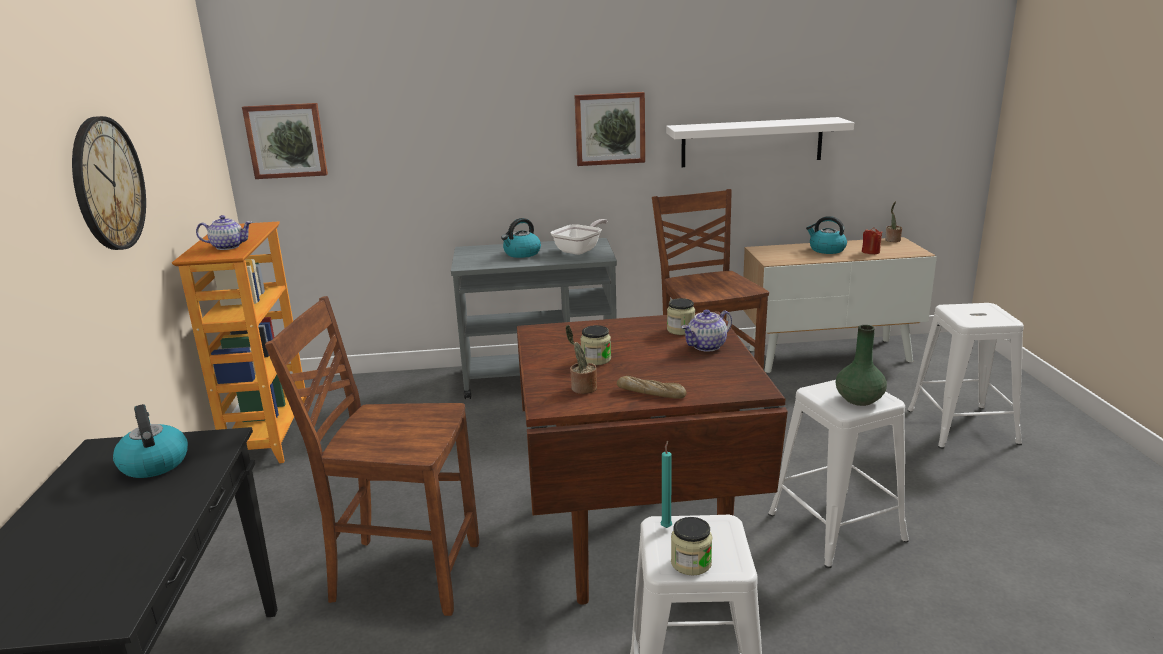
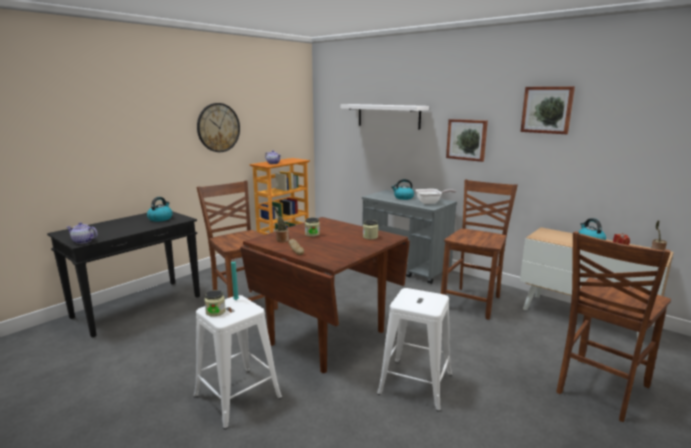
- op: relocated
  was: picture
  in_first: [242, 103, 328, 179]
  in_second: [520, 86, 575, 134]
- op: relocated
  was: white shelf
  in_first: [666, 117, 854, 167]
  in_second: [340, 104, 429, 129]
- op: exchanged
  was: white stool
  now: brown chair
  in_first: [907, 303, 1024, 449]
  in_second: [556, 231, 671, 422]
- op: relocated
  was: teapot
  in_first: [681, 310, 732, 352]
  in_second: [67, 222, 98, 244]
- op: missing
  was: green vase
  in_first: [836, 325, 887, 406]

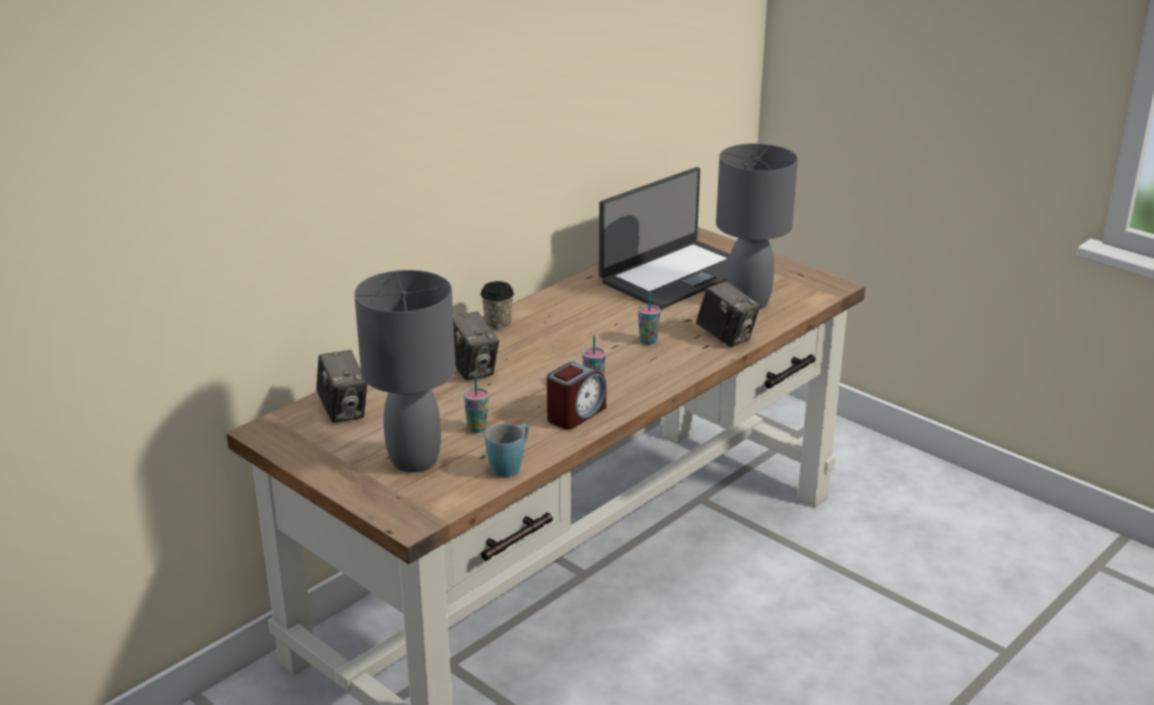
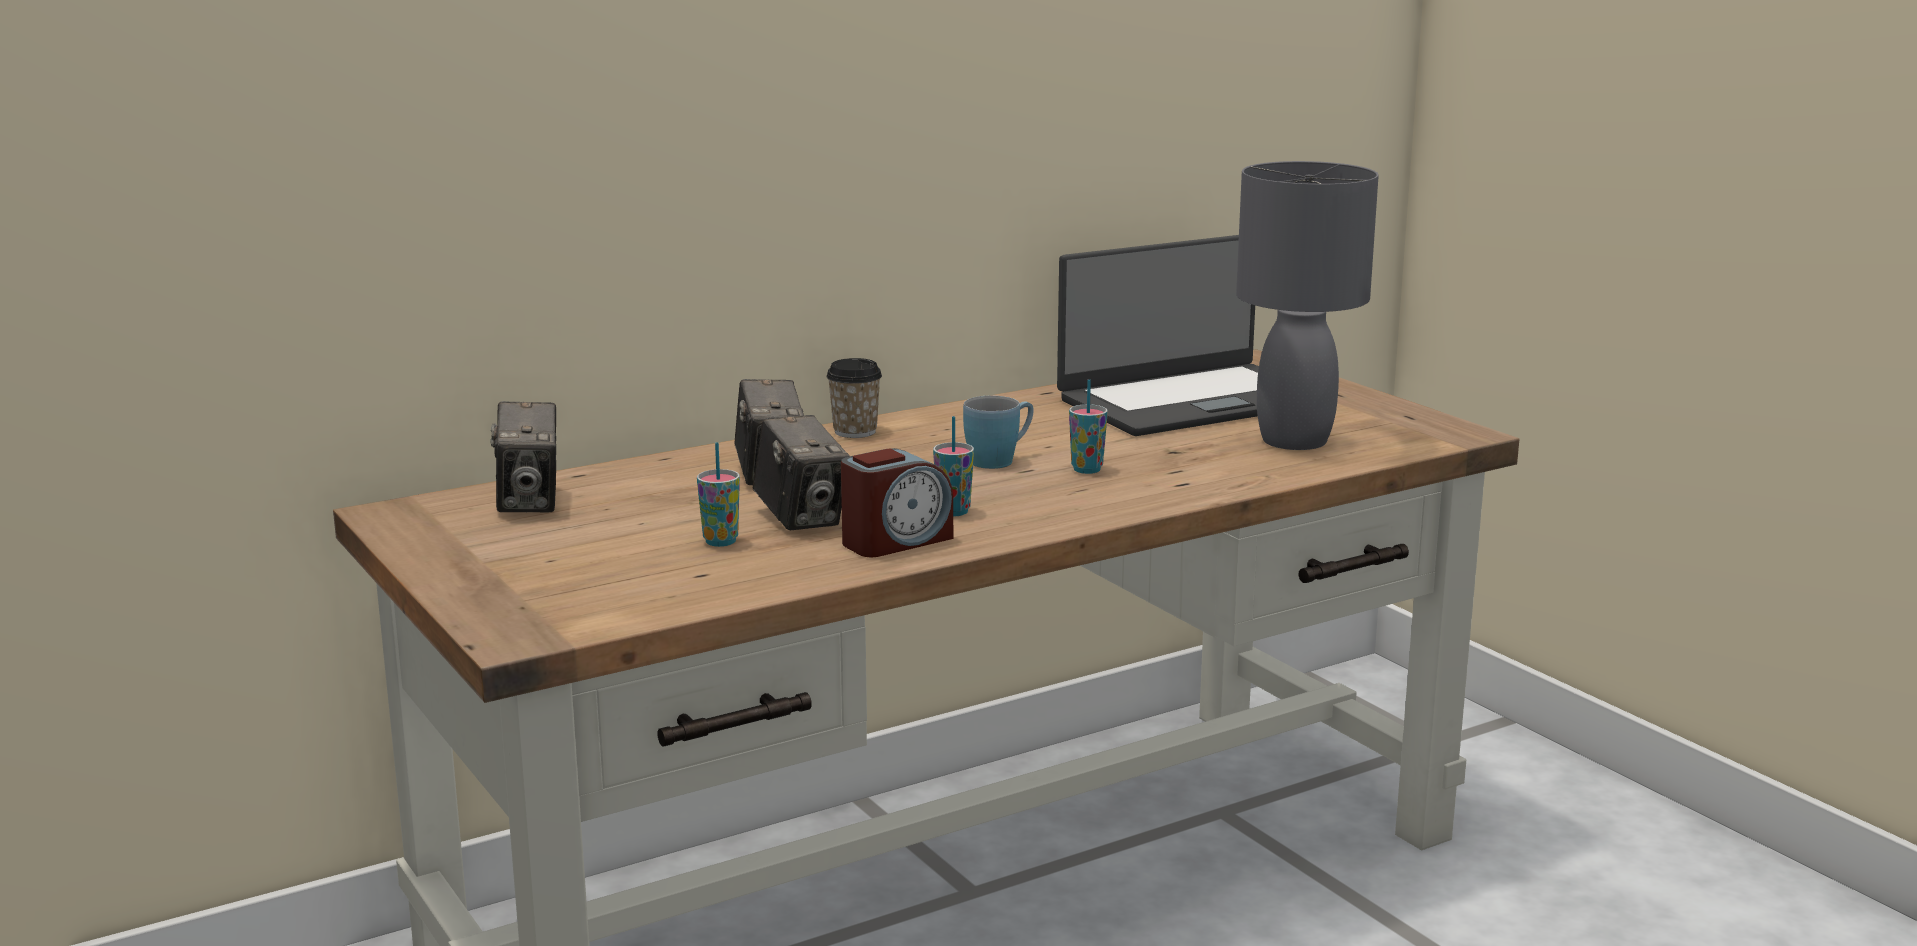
- op: missing
  was: grey table lamp
  in_first: [354, 270, 456, 473]
- op: relocated
  was: photo camera
  in_first: [696, 281, 760, 347]
  in_second: [752, 415, 850, 530]
- op: relocated
  was: blue mug
  in_first: [485, 424, 529, 477]
  in_second: [963, 396, 1034, 469]

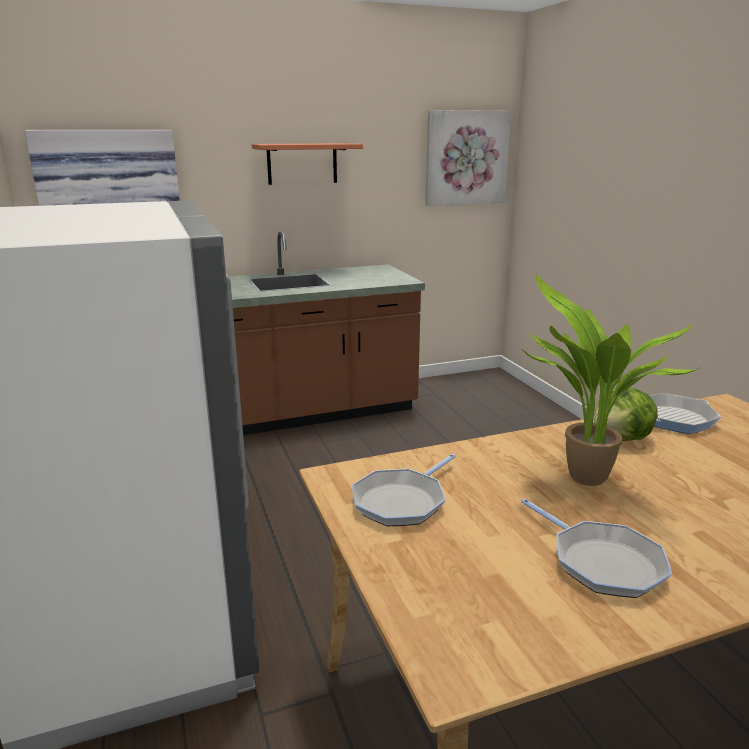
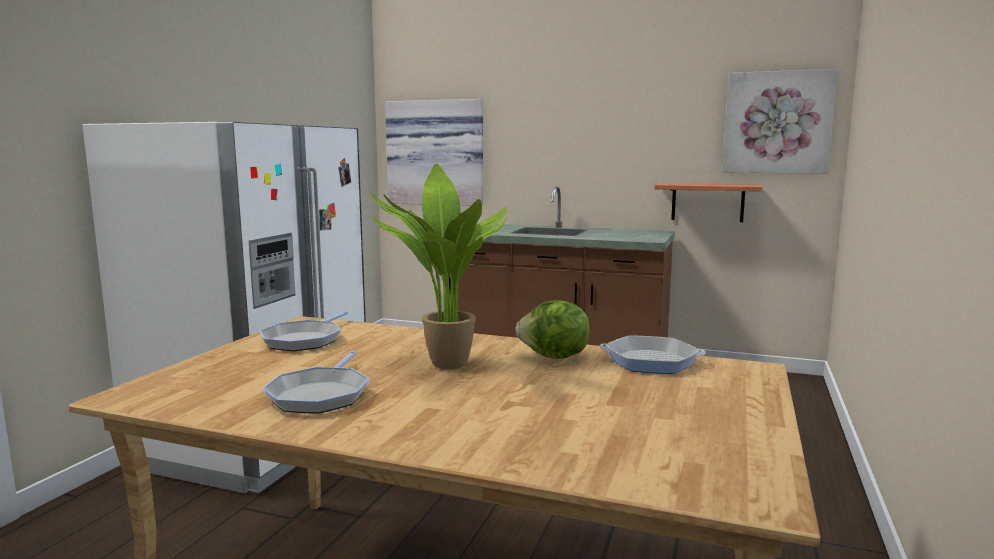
- op: relocated
  was: shelf
  in_first: [252, 143, 363, 185]
  in_second: [654, 183, 762, 222]
- op: spun
  was: frying pan
  in_first: [352, 454, 456, 526]
  in_second: [260, 311, 348, 351]
  clockwise: -60

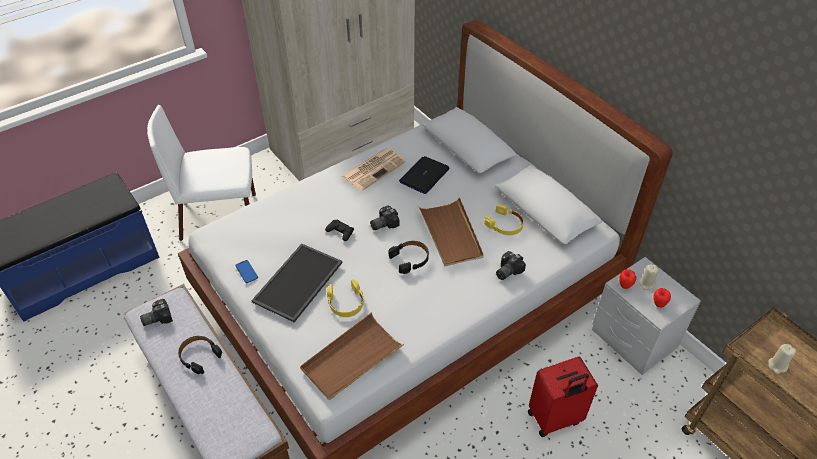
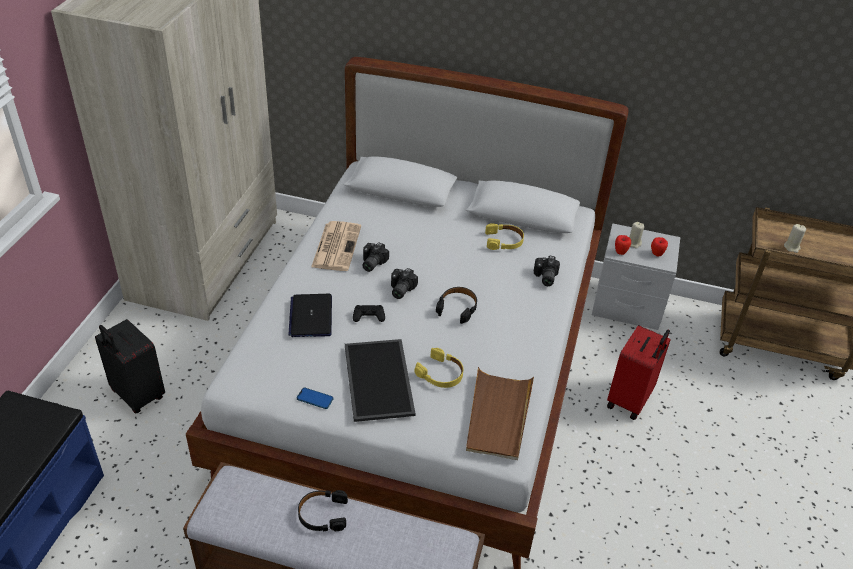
- op: exchanged
  was: white chair
  now: black suitcase
  in_first: [147, 105, 256, 241]
  in_second: [95, 319, 165, 413]
- op: relocated
  was: laptop
  in_first: [399, 156, 450, 194]
  in_second: [289, 294, 332, 337]
- op: missing
  was: brown tray
  in_first: [418, 197, 484, 266]
- op: relocated
  was: photo camera
  in_first: [140, 299, 173, 326]
  in_second: [362, 242, 389, 272]

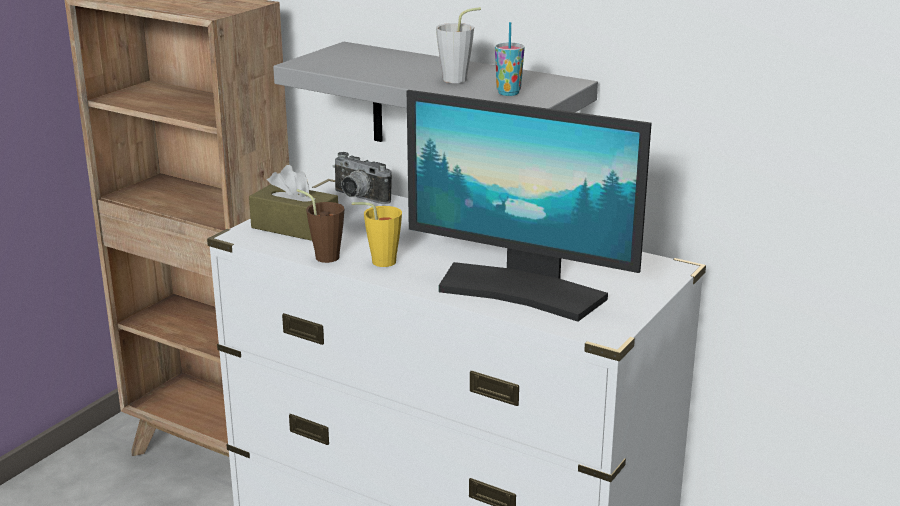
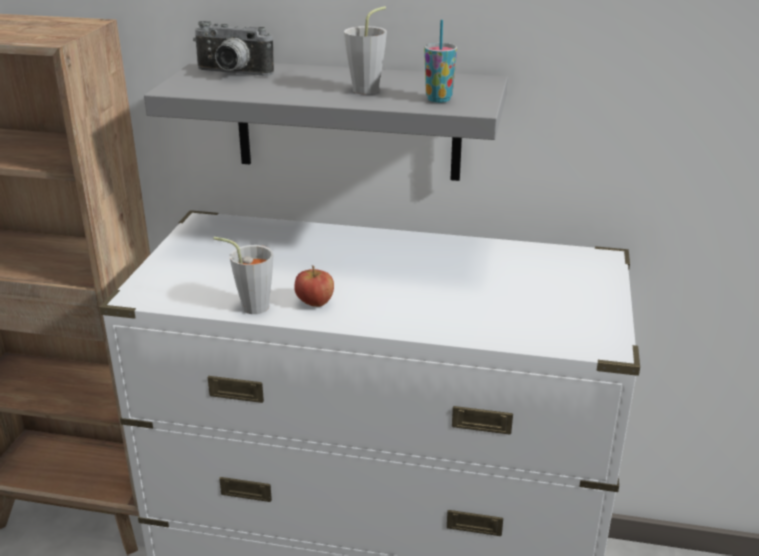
- op: missing
  was: monitor
  in_first: [407, 90, 652, 322]
- op: relocated
  was: photo camera
  in_first: [333, 152, 392, 204]
  in_second: [193, 21, 274, 76]
- op: missing
  was: brown tissue box
  in_first: [249, 165, 338, 241]
- op: colour
  was: brown cup
  now: grey cup
  in_first: [297, 189, 344, 263]
  in_second: [213, 237, 273, 314]
- op: exchanged
  was: yellow cup
  now: apple
  in_first: [352, 202, 402, 267]
  in_second: [294, 265, 334, 307]

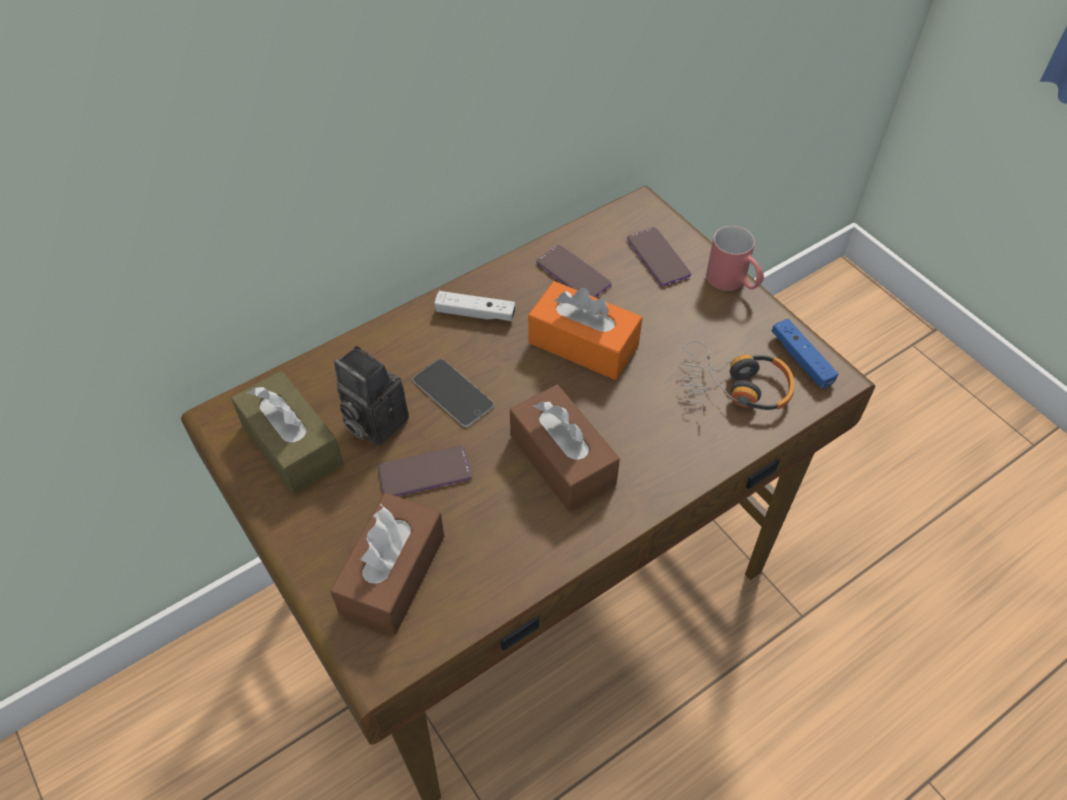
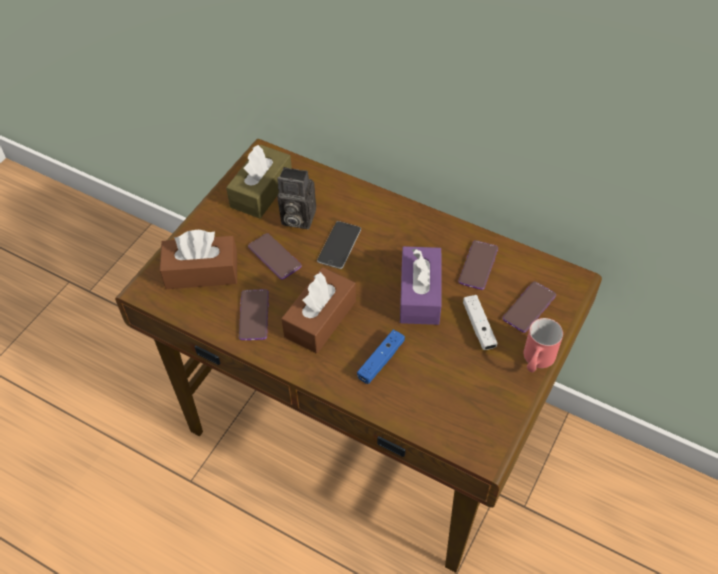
- op: colour
  was: orange tissue box
  now: purple tissue box
  in_first: [528, 281, 643, 380]
  in_second: [400, 246, 441, 325]
- op: relocated
  was: white game controller
  in_first: [434, 291, 515, 321]
  in_second: [463, 295, 497, 350]
- op: relocated
  was: blue game controller
  in_first: [772, 319, 838, 389]
  in_second: [357, 330, 405, 384]
- op: missing
  was: headphones
  in_first: [681, 341, 794, 416]
- op: spun
  was: photo camera
  in_first: [334, 346, 409, 446]
  in_second: [277, 167, 316, 229]
  clockwise: -90
- op: appeared
  now: phone
  in_second: [239, 289, 269, 340]

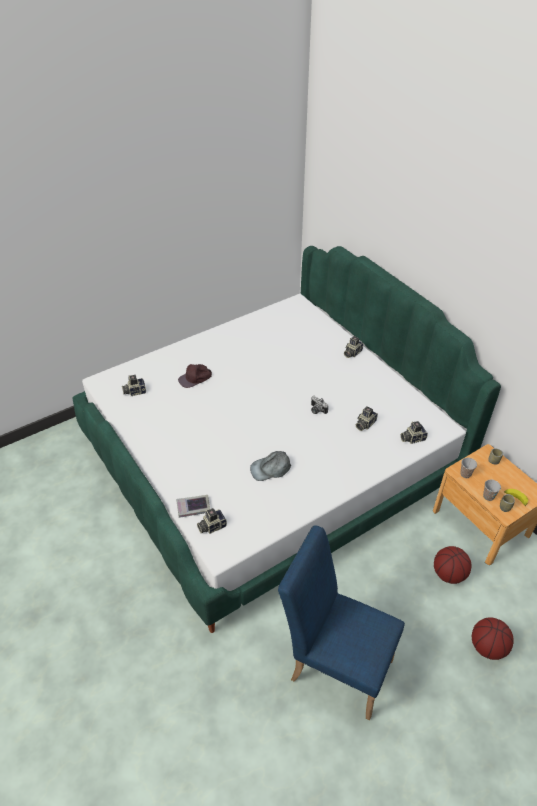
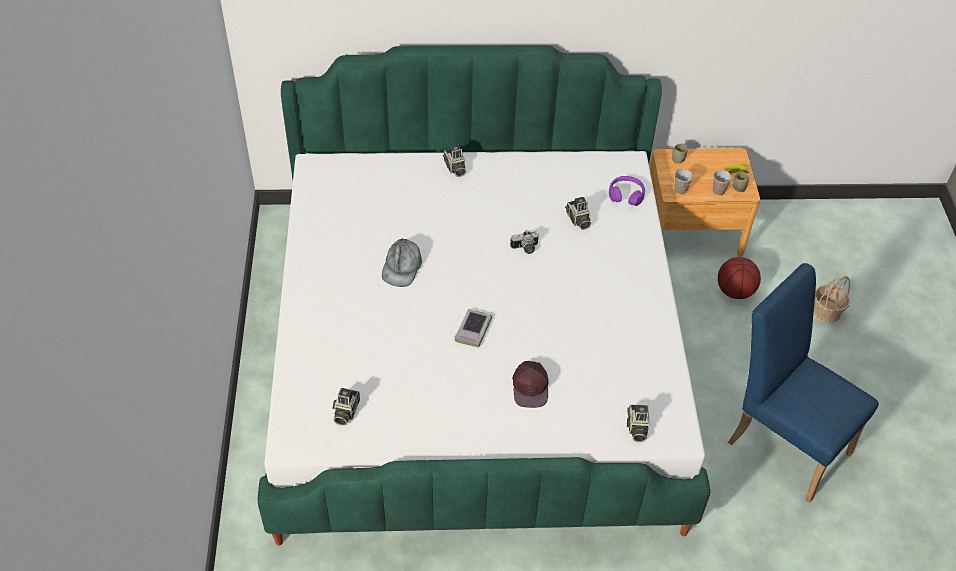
- op: relocated
  was: brown cap
  in_first: [178, 364, 212, 388]
  in_second: [512, 361, 549, 408]
- op: exchanged
  was: photo camera
  now: purple headphones
  in_first: [400, 421, 428, 444]
  in_second: [609, 176, 645, 206]
- op: relocated
  was: grey cap
  in_first: [250, 451, 291, 481]
  in_second: [382, 238, 422, 287]
- op: relocated
  was: book
  in_first: [176, 495, 210, 518]
  in_second: [455, 309, 492, 347]
- op: spun
  was: blue chair
  in_first: [278, 525, 405, 721]
  in_second: [728, 263, 879, 503]
  clockwise: 75
- op: exchanged
  was: basketball
  now: basket
  in_first: [472, 617, 514, 660]
  in_second: [813, 276, 850, 323]

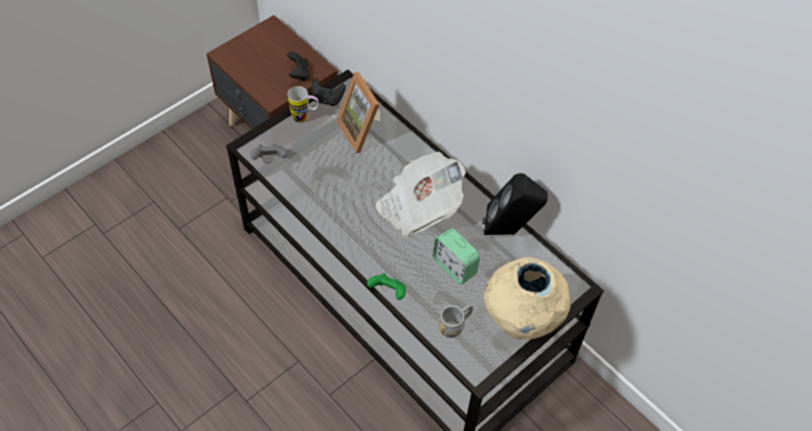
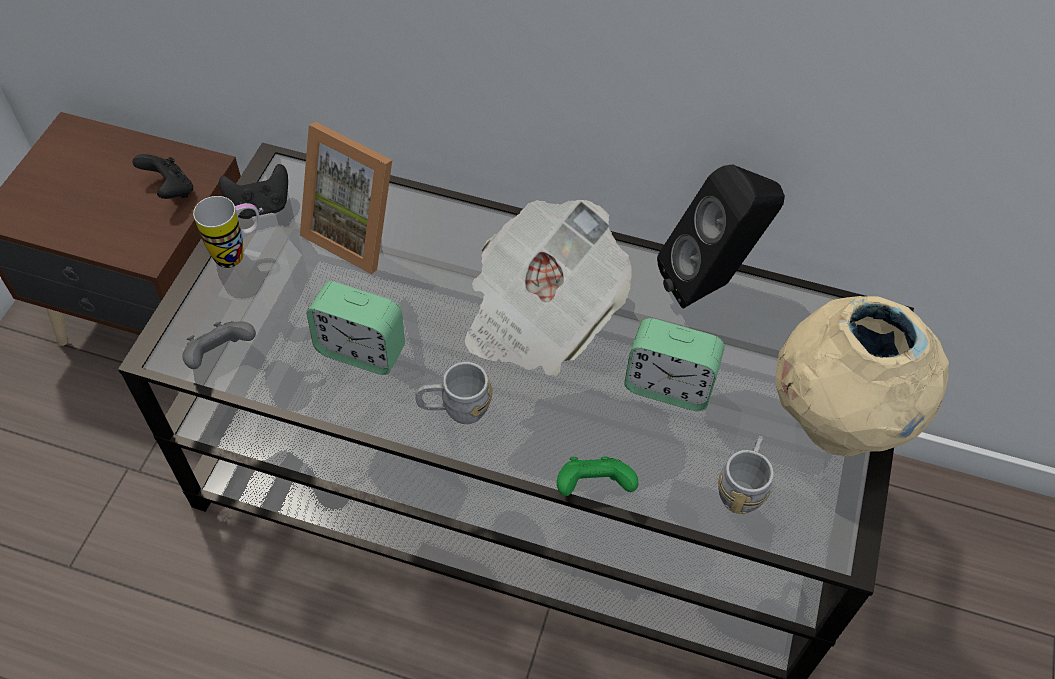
- op: appeared
  now: alarm clock
  in_second: [307, 281, 405, 375]
- op: appeared
  now: grey mug
  in_second: [415, 362, 493, 424]

